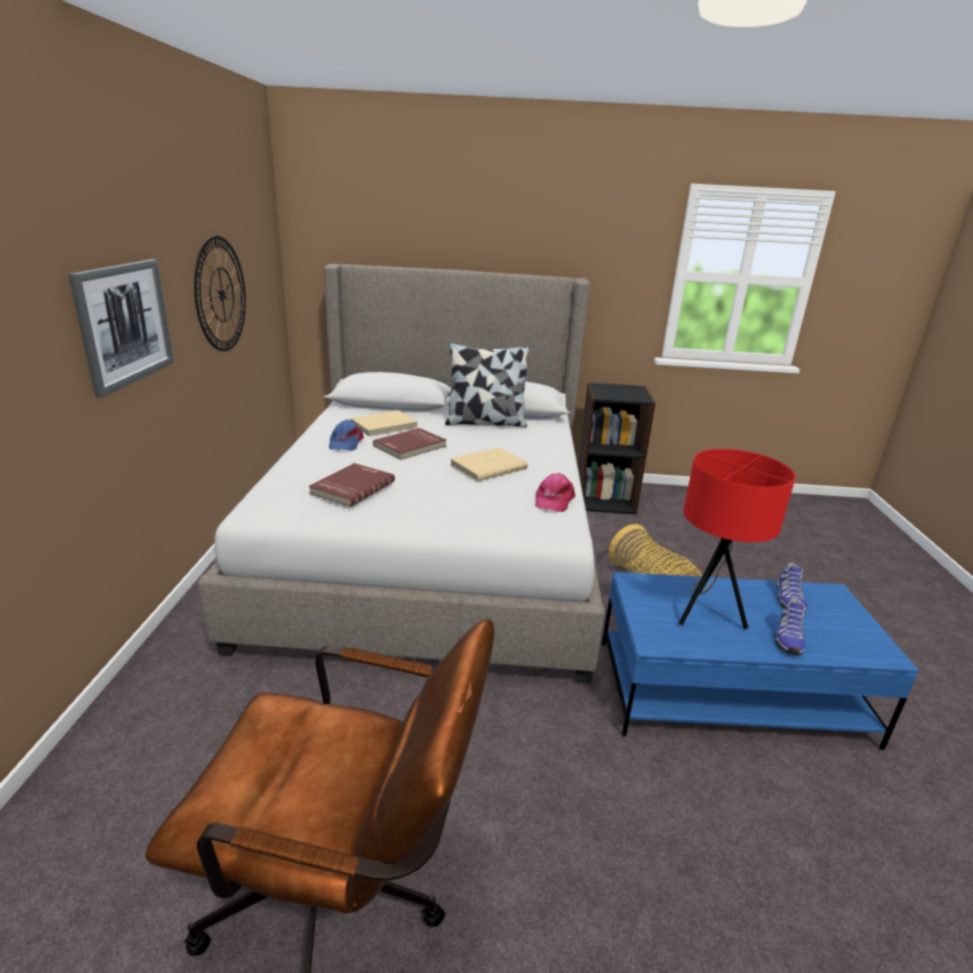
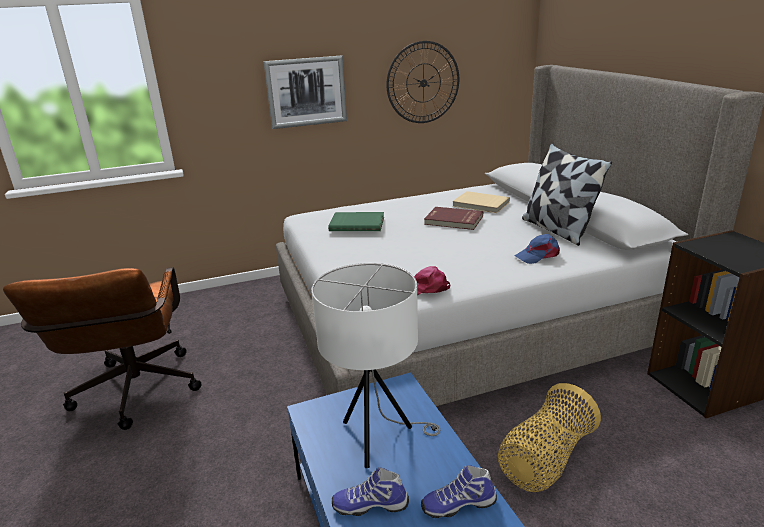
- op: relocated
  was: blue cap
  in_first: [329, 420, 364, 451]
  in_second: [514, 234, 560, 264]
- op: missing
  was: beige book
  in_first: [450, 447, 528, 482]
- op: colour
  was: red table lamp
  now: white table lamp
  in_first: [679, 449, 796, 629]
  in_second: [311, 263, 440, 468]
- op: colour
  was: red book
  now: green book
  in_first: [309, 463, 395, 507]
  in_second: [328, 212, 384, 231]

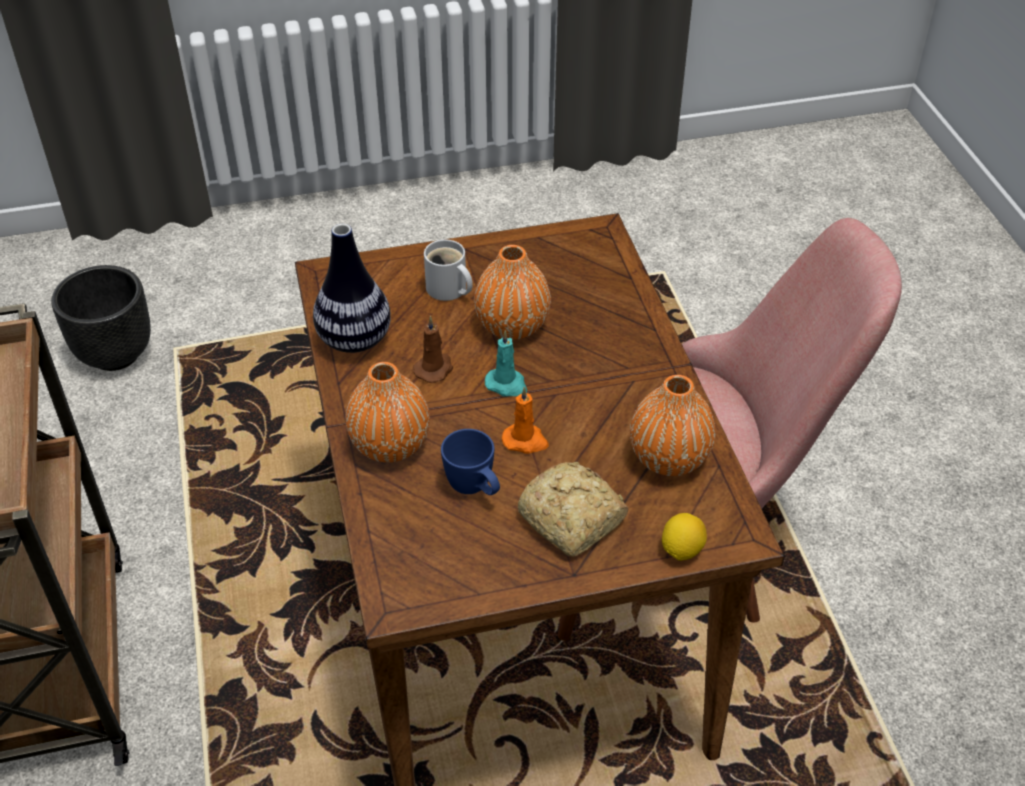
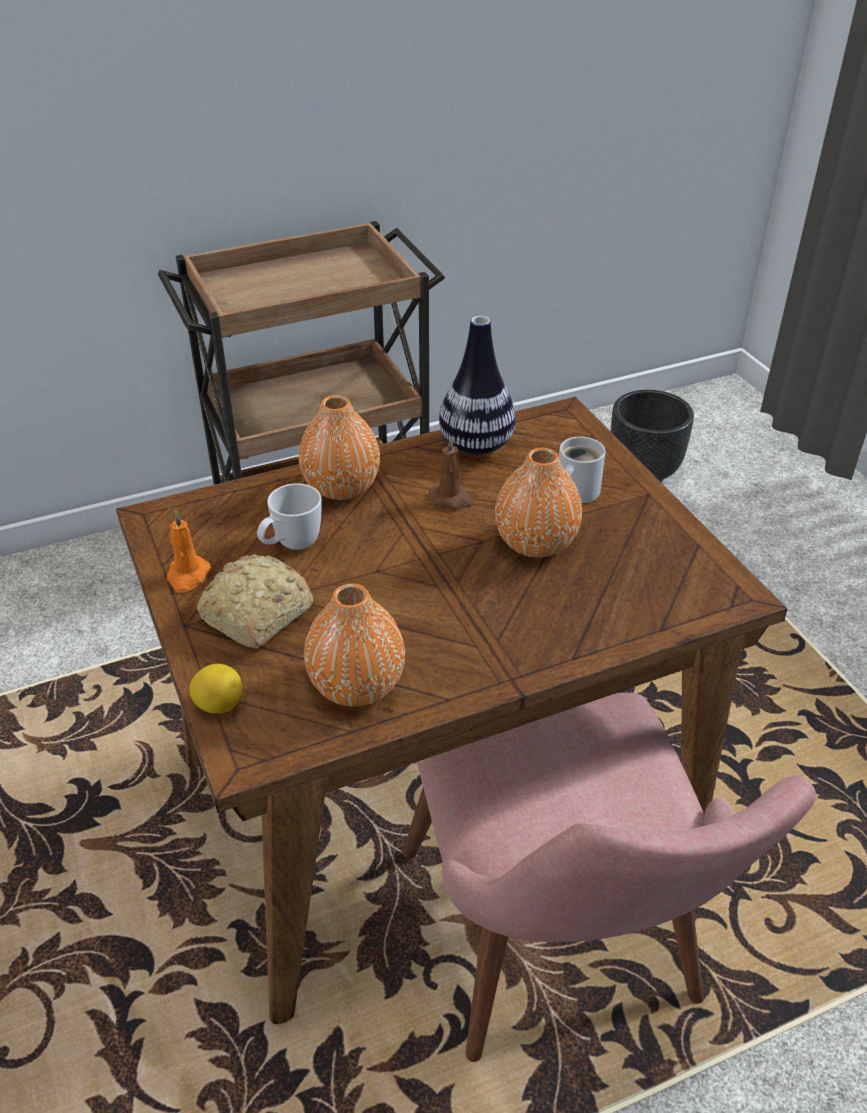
- op: missing
  was: turquoise candle
  in_first: [485, 330, 527, 397]
- op: relocated
  was: orange candle
  in_first: [502, 387, 549, 454]
  in_second: [167, 511, 211, 593]
- op: colour
  was: blue mug
  now: white mug
  in_first: [441, 429, 500, 495]
  in_second: [257, 483, 322, 550]

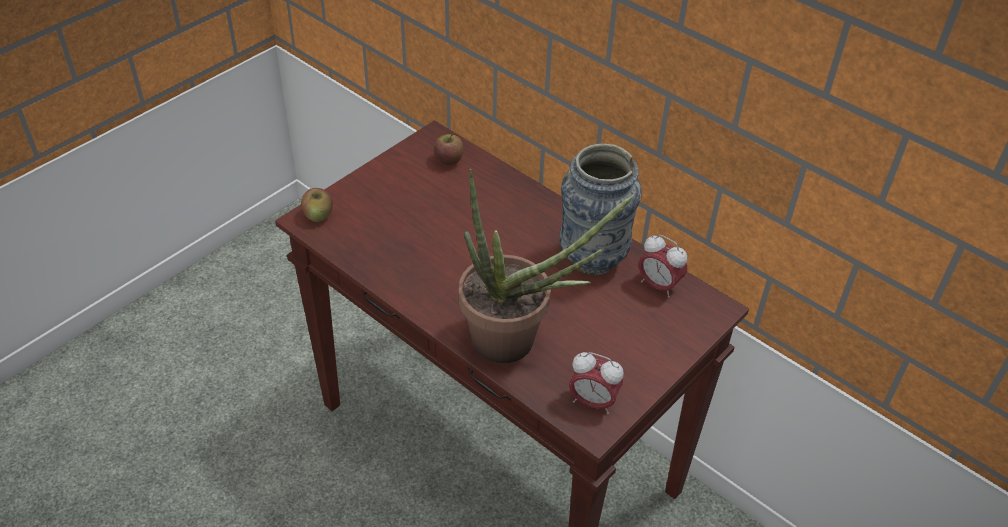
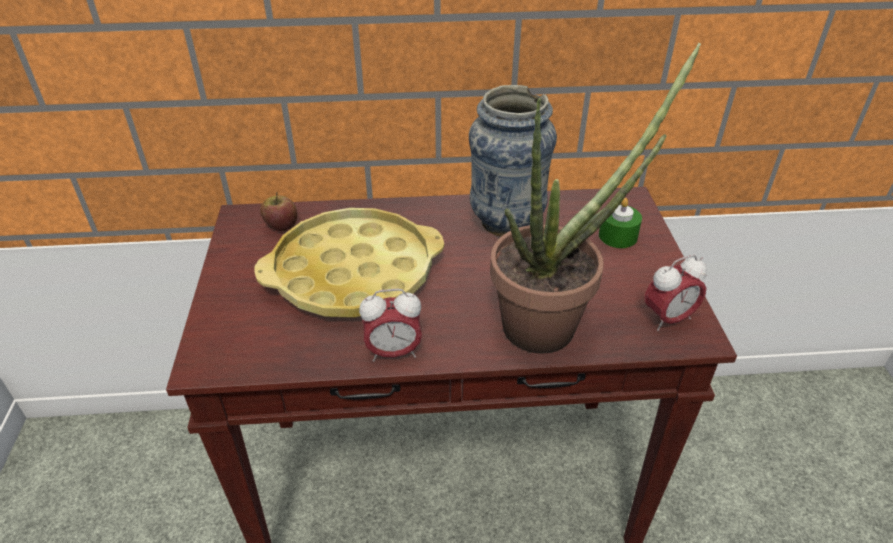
- op: missing
  was: apple
  in_first: [301, 188, 333, 222]
- op: relocated
  was: alarm clock
  in_first: [639, 235, 687, 298]
  in_second: [359, 289, 422, 362]
- op: appeared
  now: green candle
  in_second: [599, 198, 642, 248]
- op: appeared
  now: yellow tray
  in_second: [254, 208, 444, 318]

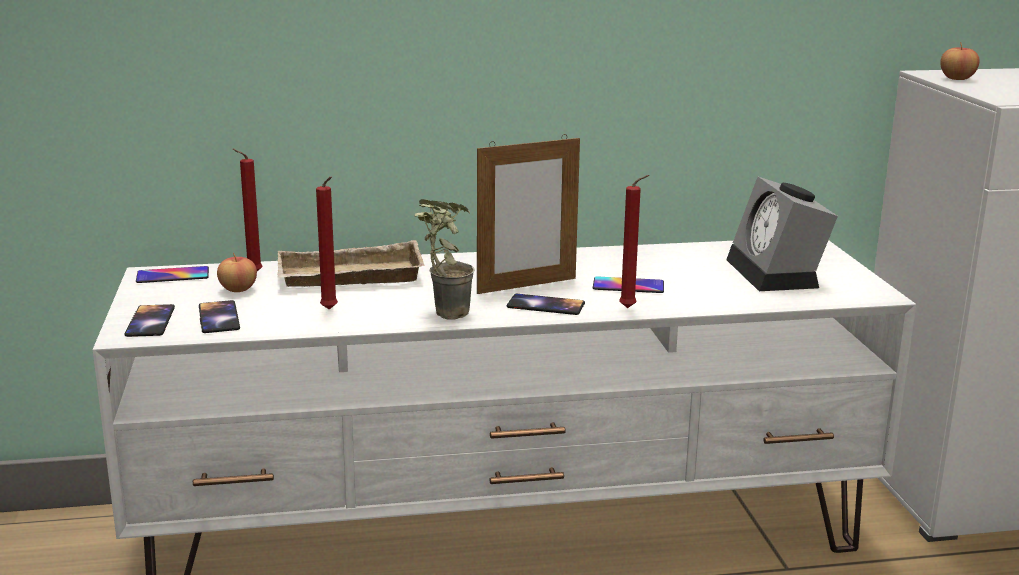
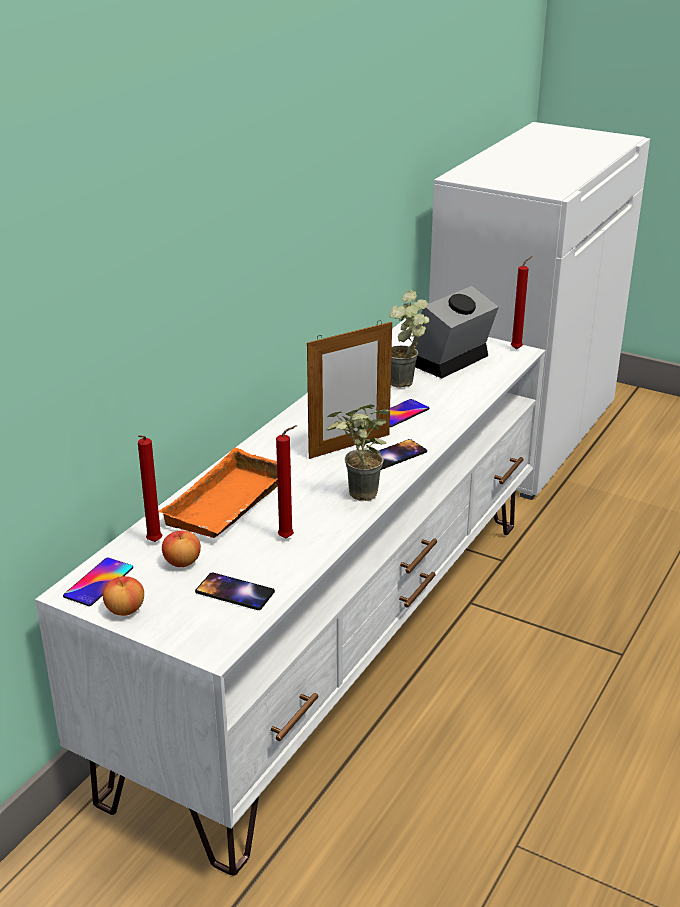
- op: relocated
  was: apple
  in_first: [940, 42, 980, 80]
  in_second: [103, 576, 144, 616]
- op: spun
  was: picture frame
  in_first: [477, 134, 580, 294]
  in_second: [307, 320, 392, 459]
  clockwise: 45
- op: relocated
  was: red candle
  in_first: [619, 175, 649, 308]
  in_second: [511, 256, 532, 349]
- op: spun
  was: alarm clock
  in_first: [726, 177, 838, 291]
  in_second: [412, 286, 499, 378]
  clockwise: 105
- op: colour
  was: beige tray
  now: orange tray
  in_first: [277, 240, 425, 287]
  in_second: [159, 448, 278, 538]
- op: missing
  was: phone
  in_first: [125, 304, 175, 337]
- op: appeared
  now: potted plant
  in_second: [389, 290, 429, 388]

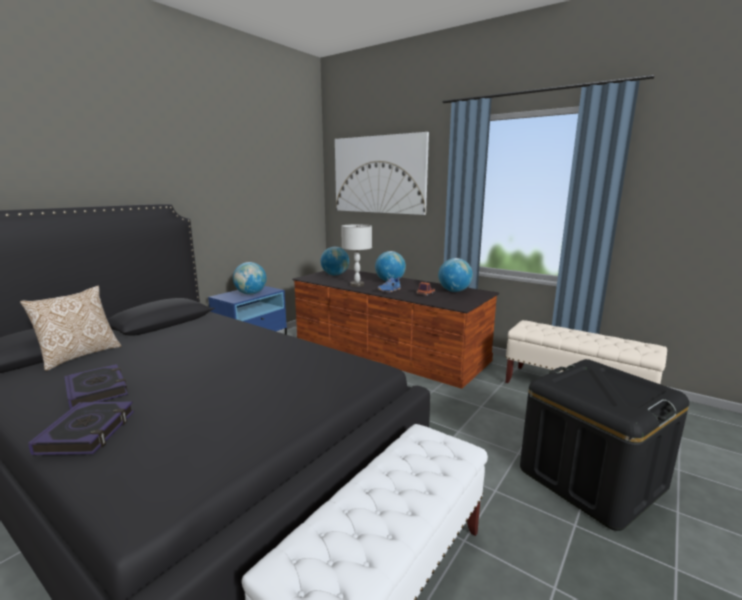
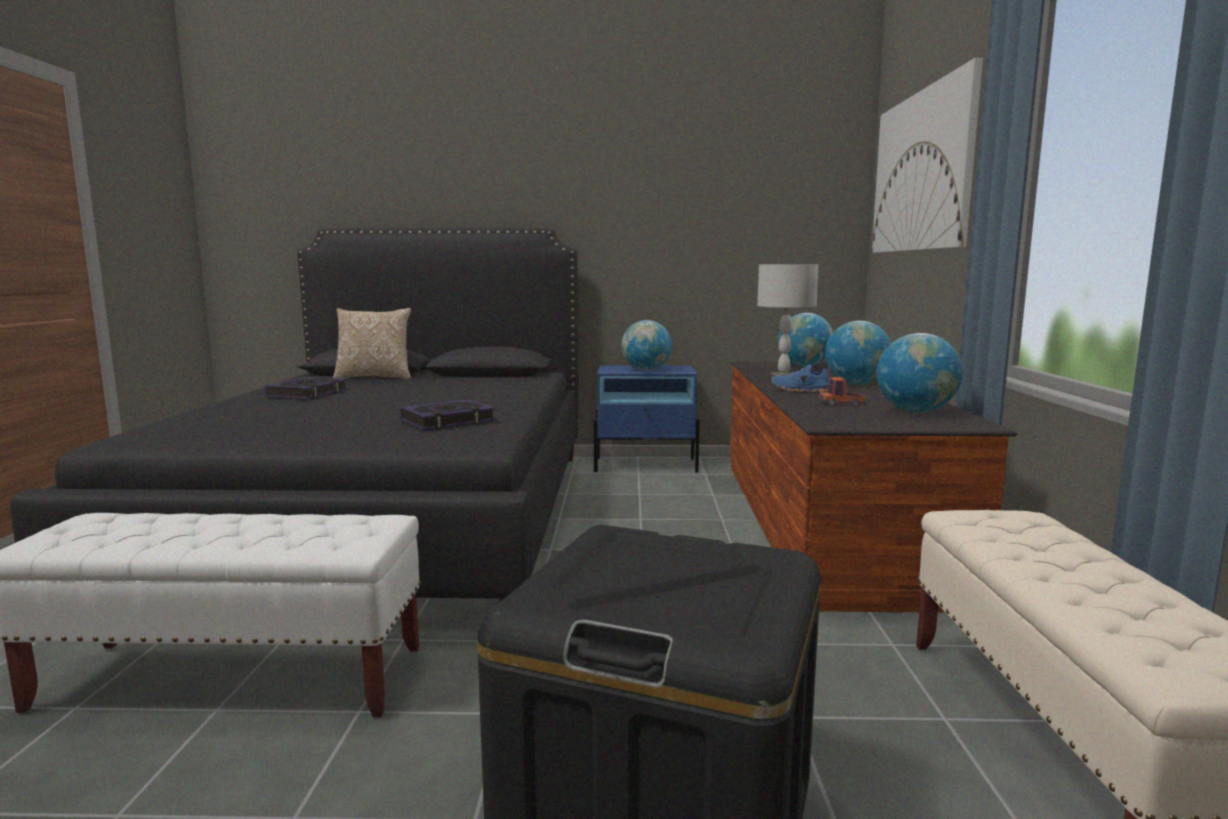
- op: relocated
  was: book
  in_first: [28, 402, 134, 455]
  in_second: [400, 399, 495, 430]

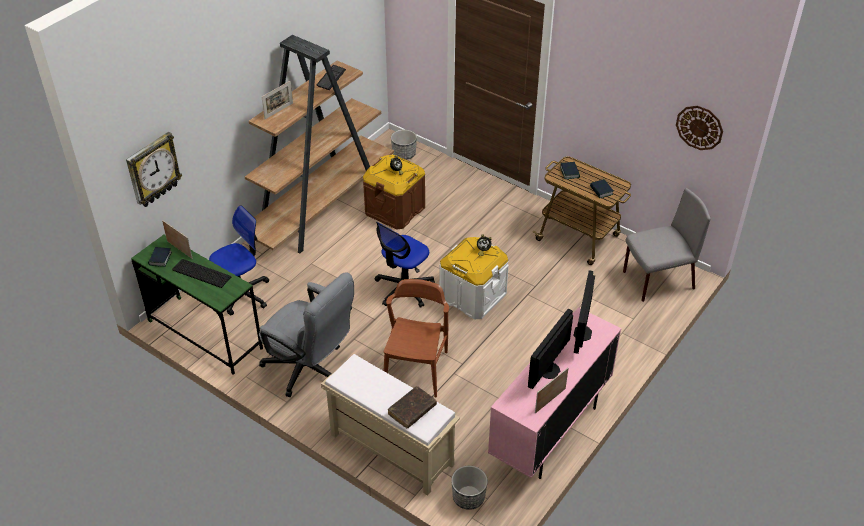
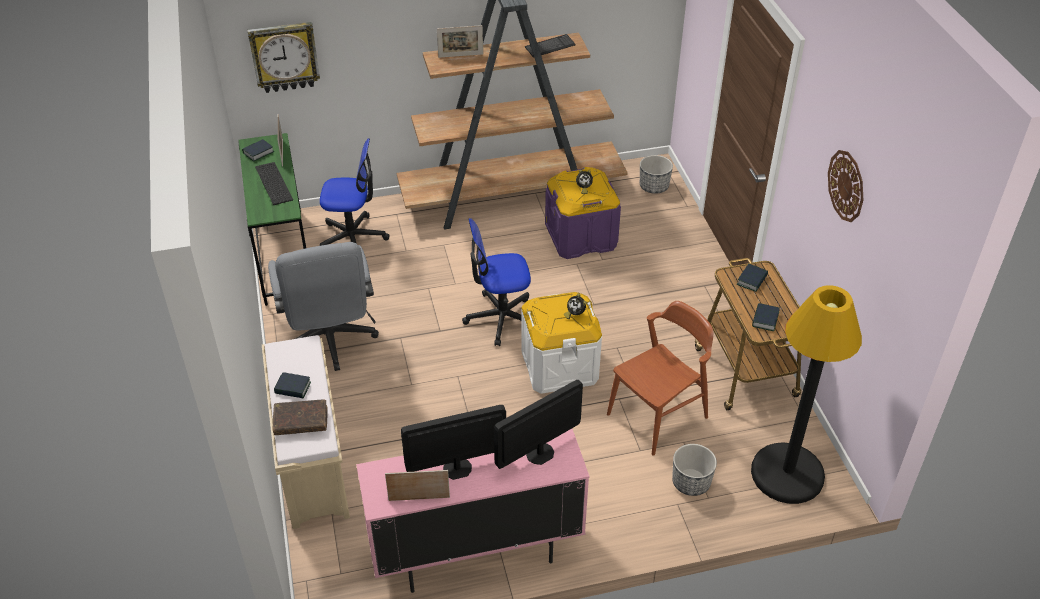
- op: relocated
  was: wall clock
  in_first: [676, 106, 723, 150]
  in_second: [828, 150, 863, 222]
- op: colour
  was: brown storage box
  now: purple storage box
  in_first: [363, 155, 425, 230]
  in_second: [545, 167, 621, 259]
- op: exchanged
  was: grey chair
  now: black floor lamp
  in_first: [623, 188, 711, 302]
  in_second: [751, 285, 862, 504]
- op: relocated
  was: brown chair
  in_first: [384, 279, 449, 397]
  in_second: [607, 301, 713, 456]
- op: relocated
  was: planter
  in_first: [451, 466, 488, 510]
  in_second: [672, 444, 717, 496]
- op: appeared
  now: book
  in_second: [274, 372, 311, 398]

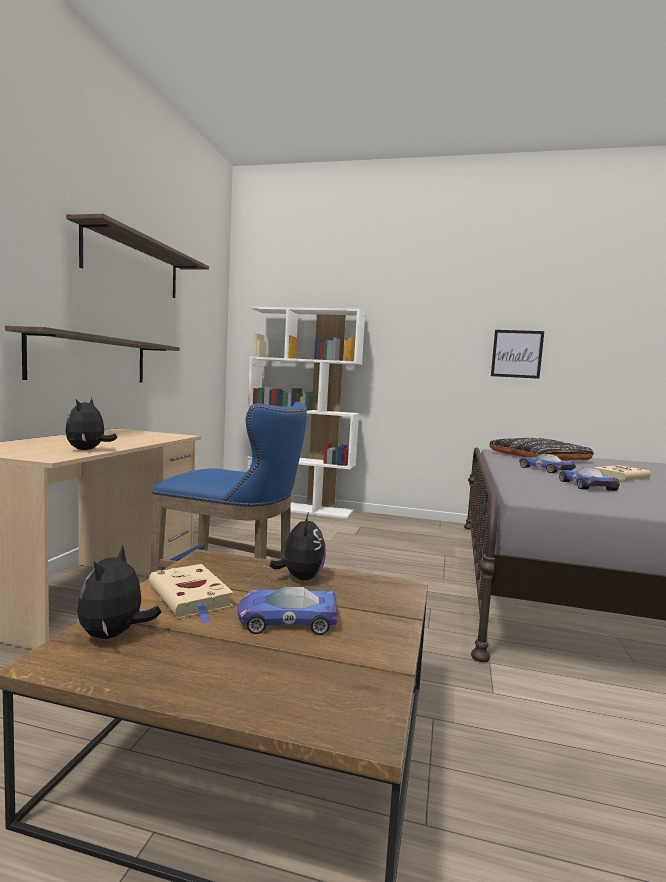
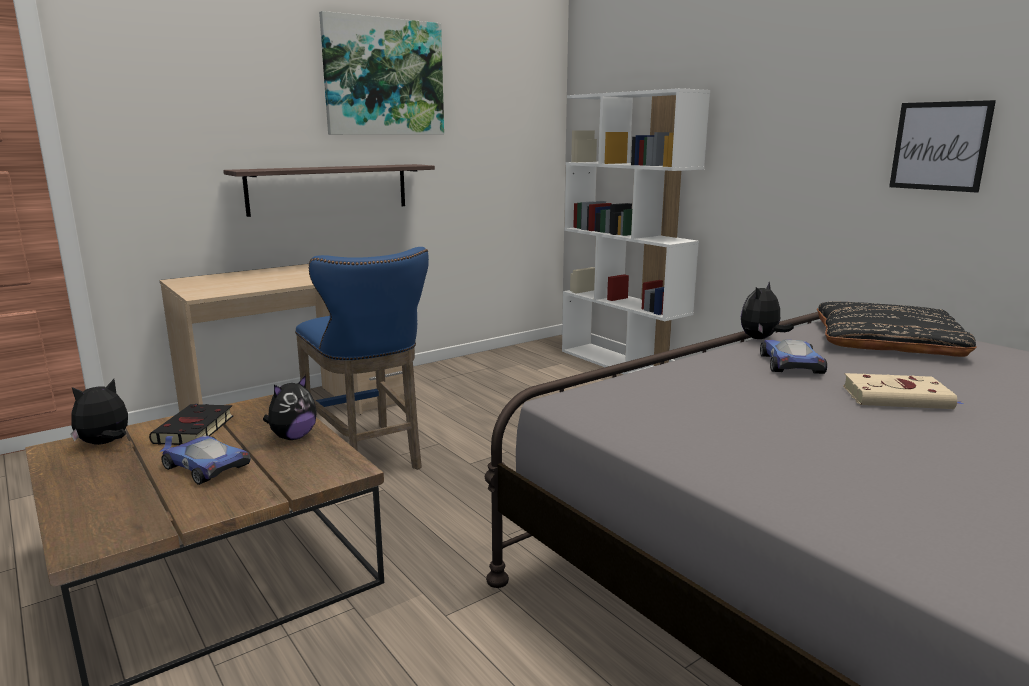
- op: exchanged
  was: shelf
  now: picture
  in_first: [66, 214, 209, 298]
  in_second: [319, 11, 444, 135]
- op: relocated
  was: plush toy
  in_first: [65, 398, 117, 450]
  in_second: [741, 282, 794, 339]
- op: missing
  was: toy car
  in_first: [559, 468, 620, 491]
- op: colour
  was: beige book
  now: black book
  in_first: [149, 564, 234, 623]
  in_second: [149, 404, 233, 452]

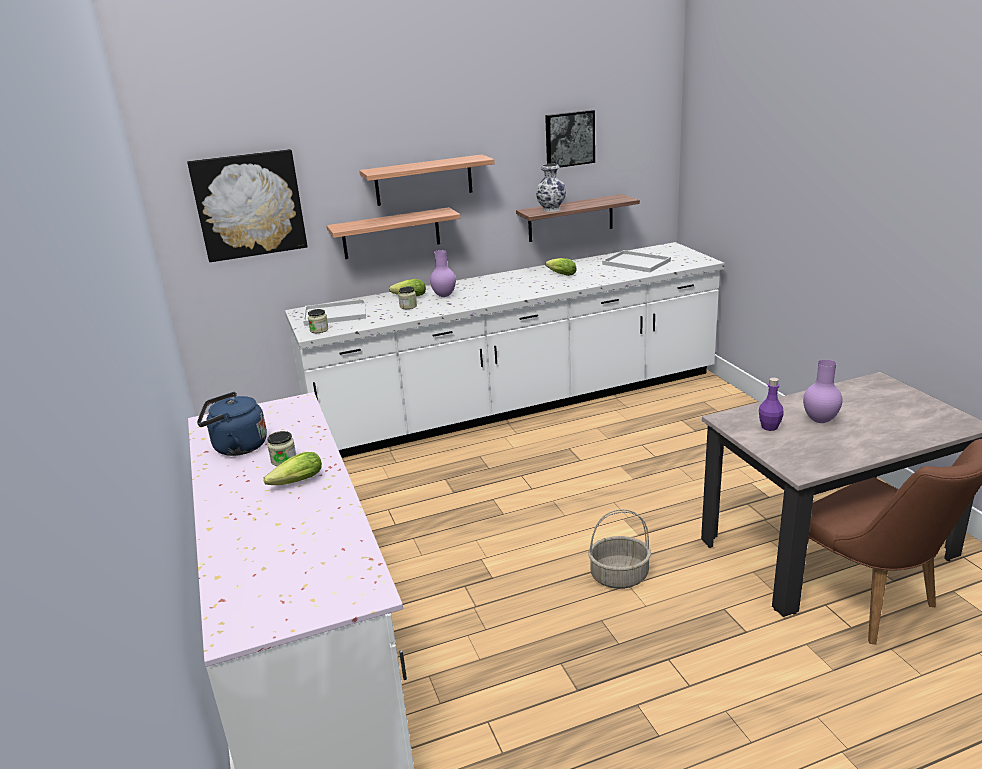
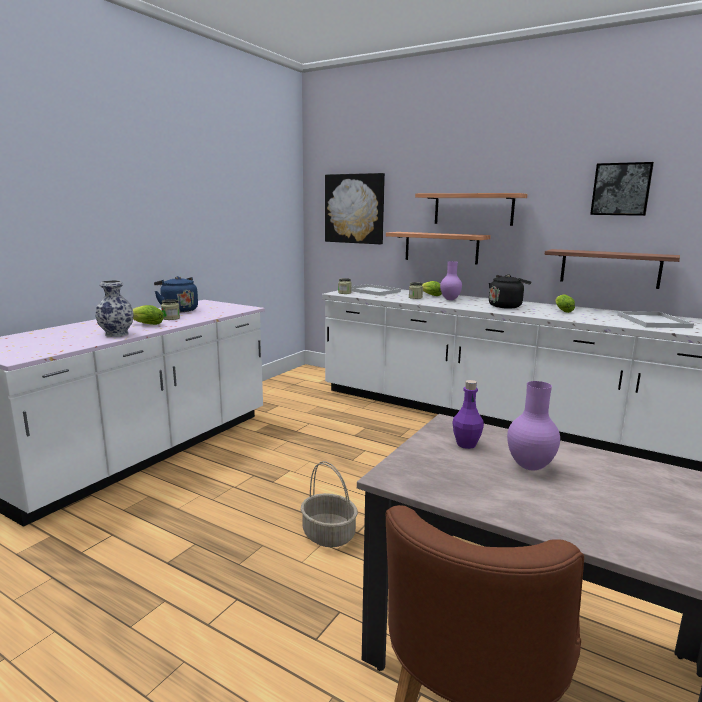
- op: relocated
  was: vase
  in_first: [536, 164, 566, 212]
  in_second: [95, 280, 134, 337]
- op: appeared
  now: black kettle
  in_second: [489, 274, 532, 309]

